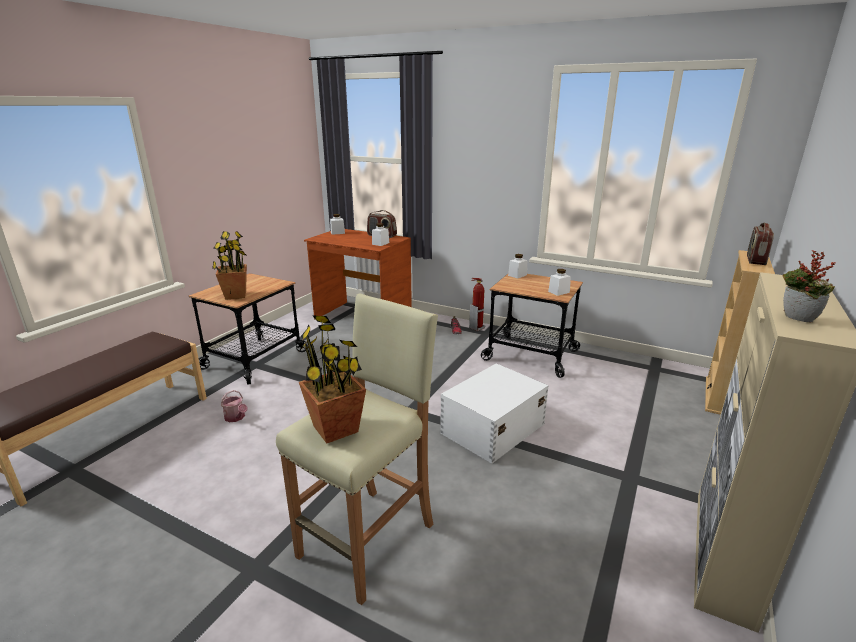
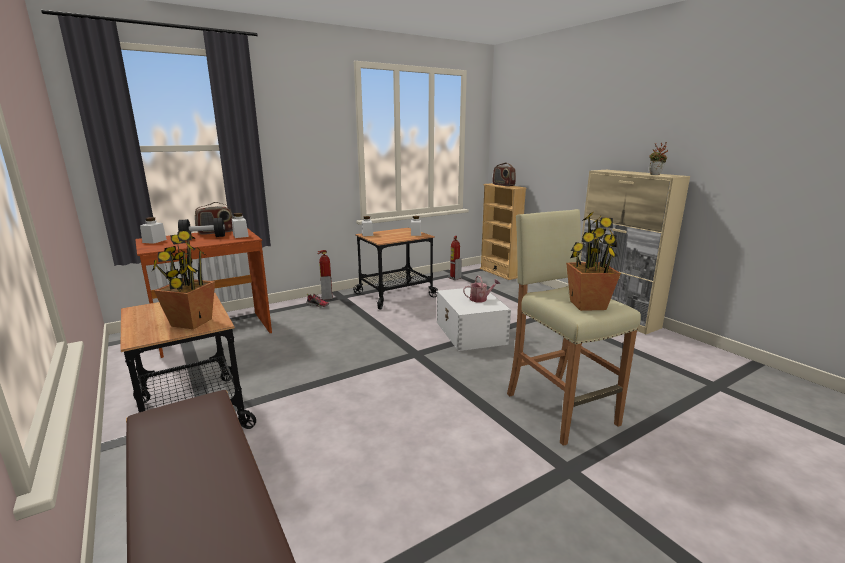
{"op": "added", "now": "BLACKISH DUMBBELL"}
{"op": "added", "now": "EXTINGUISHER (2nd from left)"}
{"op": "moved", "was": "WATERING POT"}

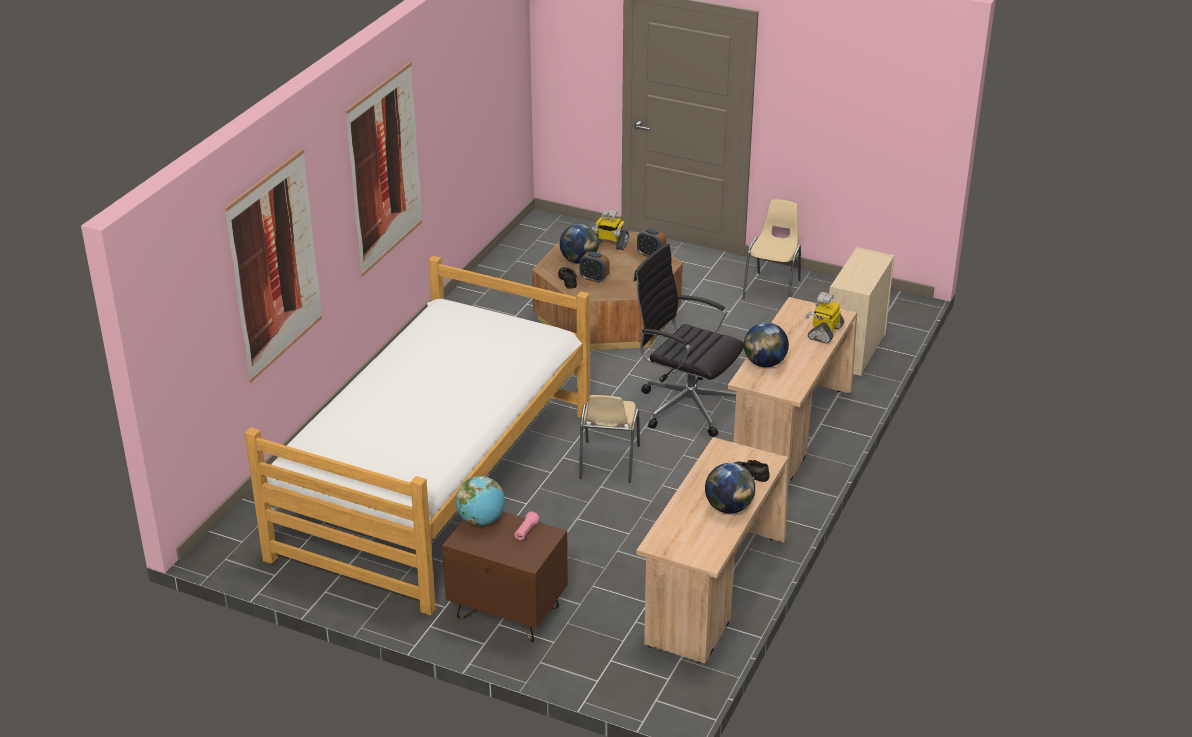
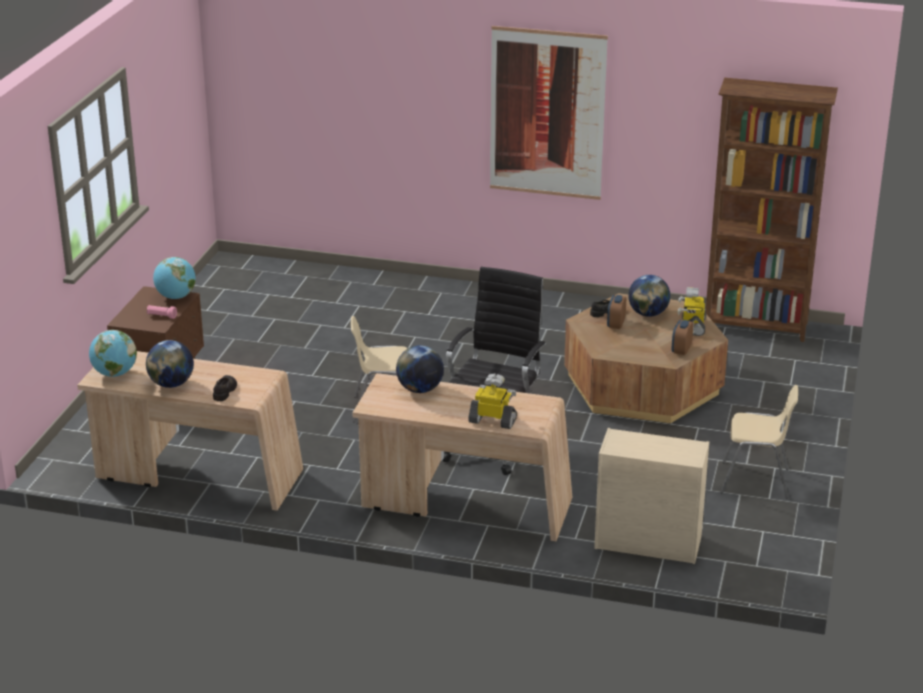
{"op": "removed", "was": "PICTURE (1st from left)"}
{"op": "removed", "was": "BED"}
{"op": "added", "now": "DESK GLOBE (1st from left)"}
{"op": "added", "now": "BROWNISH BOOKCASE"}

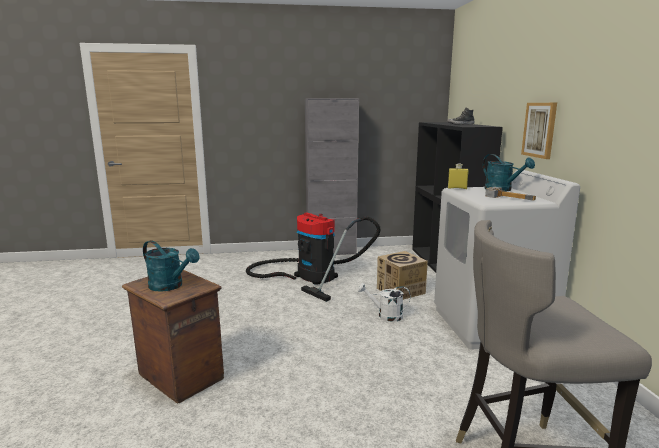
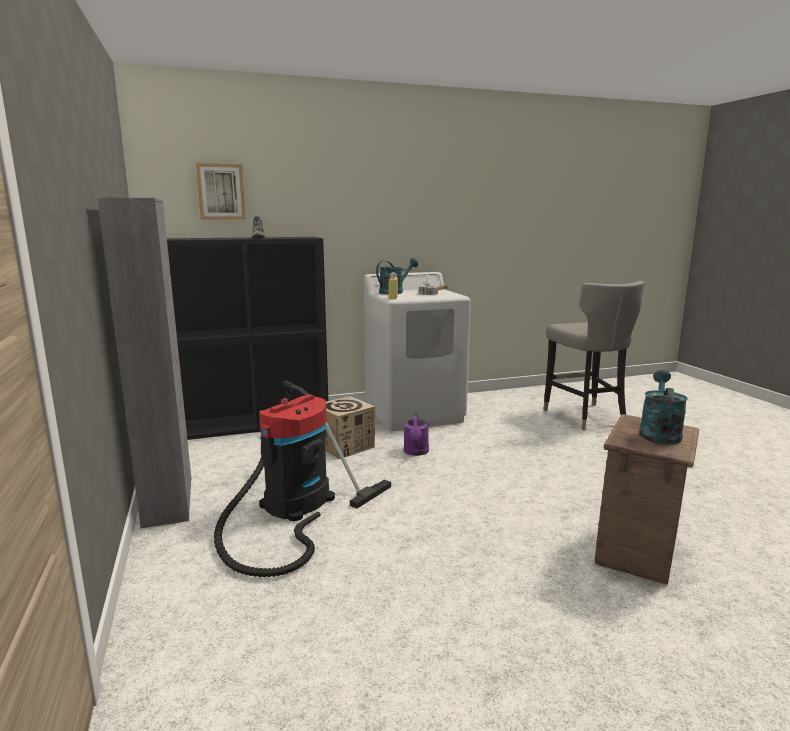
{"op": "moved", "was": "PICTURE"}
{"op": "recoloured", "was": "WHITE-COLOURED WATERING POT", "now": "PURPLE WATERING POT"}

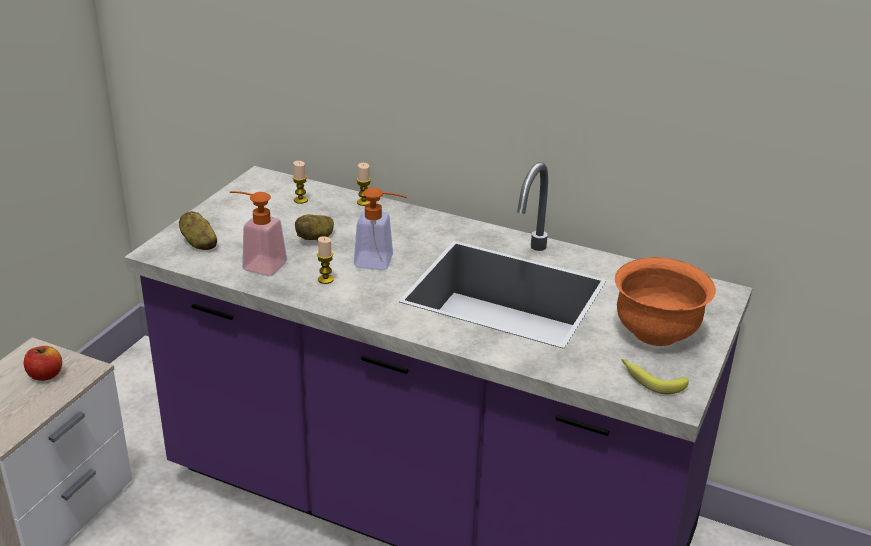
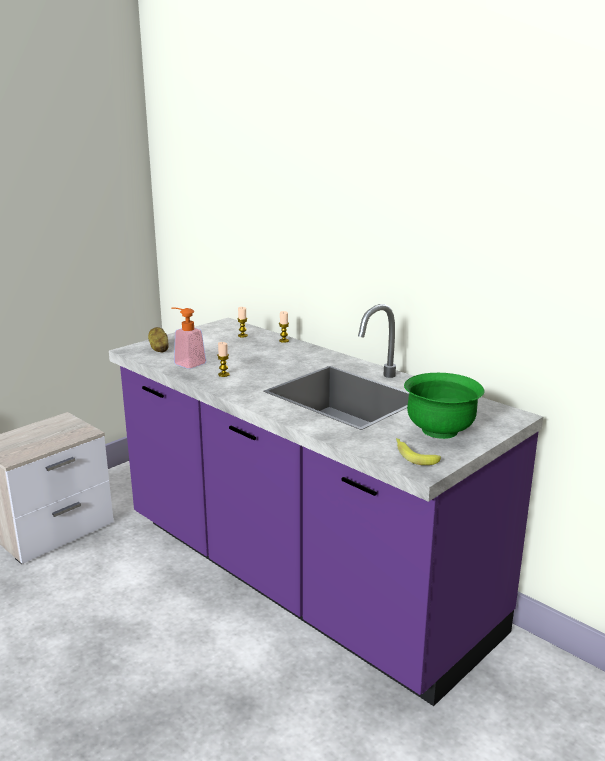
{"op": "removed", "was": "APPLE FRUIT"}
{"op": "removed", "was": "SPUD (2nd from left)"}
{"op": "removed", "was": "LIQUID SOAP BOTTLE (2nd from left)"}
{"op": "recoloured", "was": "ORANGE-COLOURED SERVING BOWL", "now": "GREENISH SERVING BOWL"}

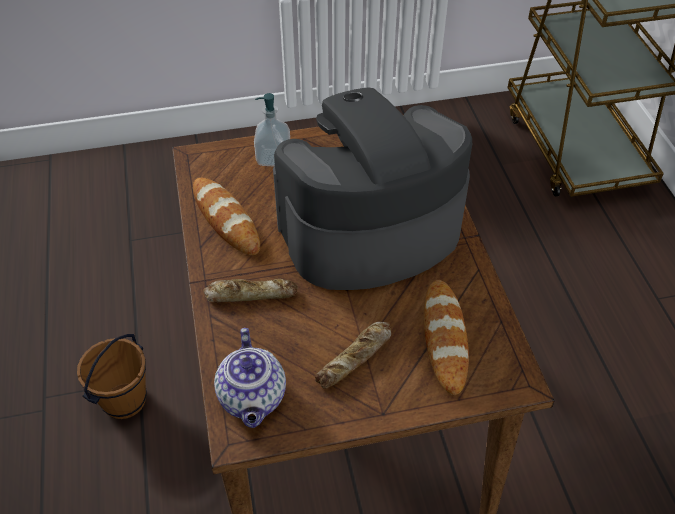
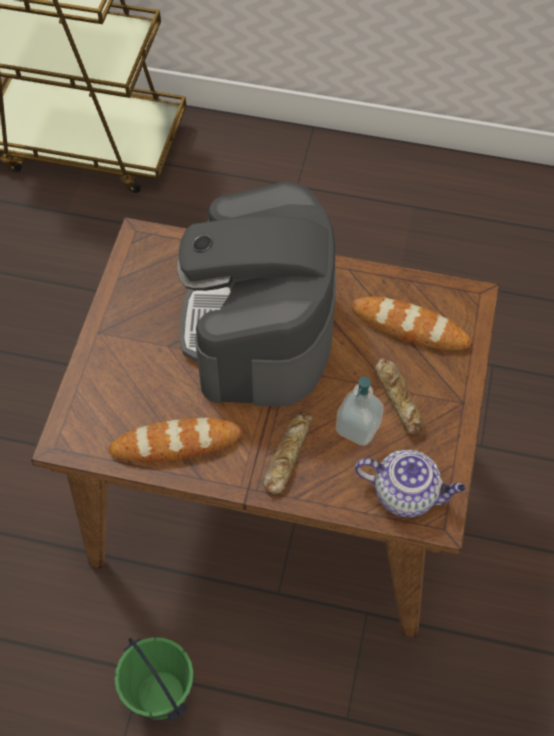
{"op": "moved", "was": "LIQUID SOAP BOTTLE"}
{"op": "recoloured", "was": "BROWNISH PAIL", "now": "GREENISH PAIL"}

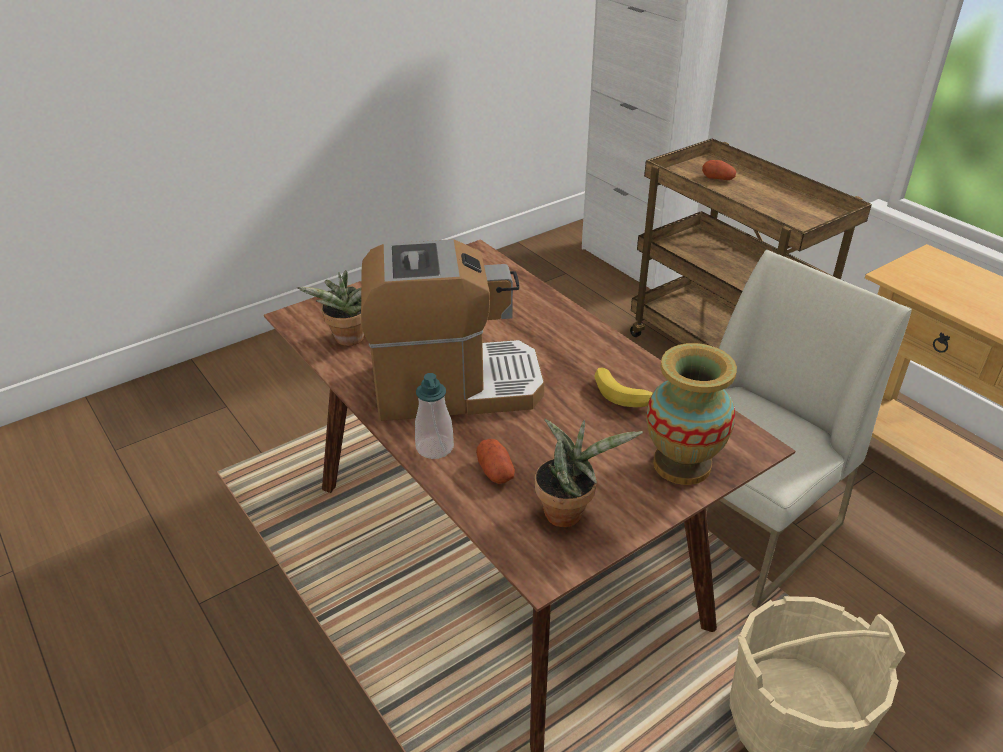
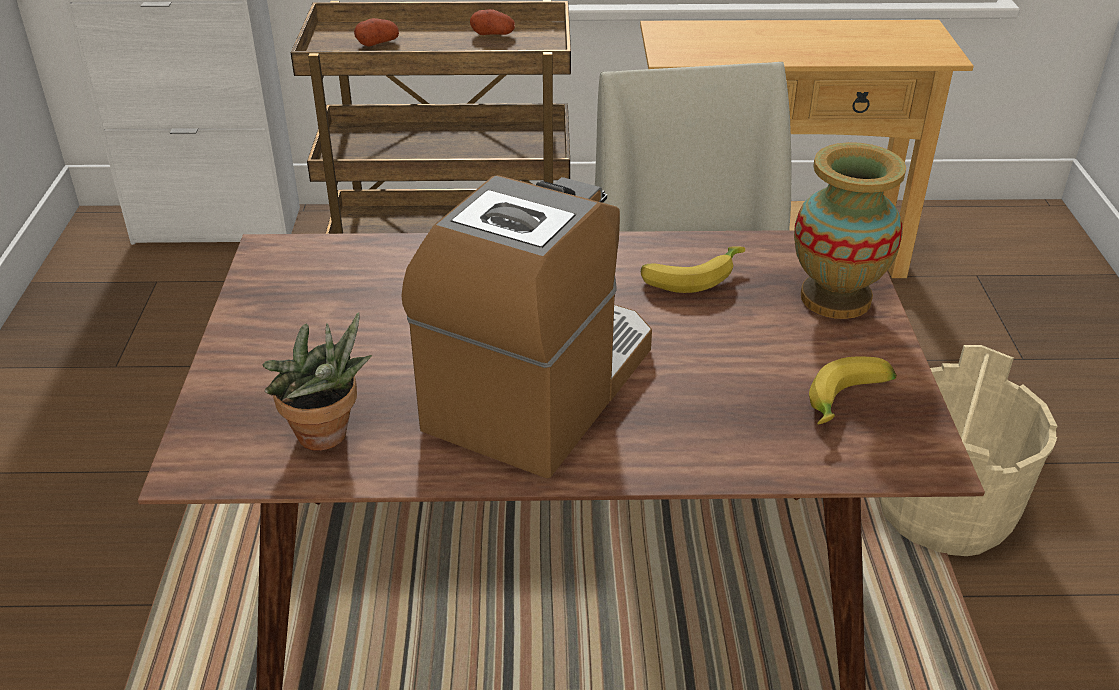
{"op": "removed", "was": "LIQUID SOAP BOTTLE"}
{"op": "moved", "was": "SPUD (1st from left in the first image)", "now": "SPUD (2nd from left)"}
{"op": "replaced", "was": "HOUSEPLANT (2nd from left)", "now": "BANANA FRUIT (2nd from left)"}

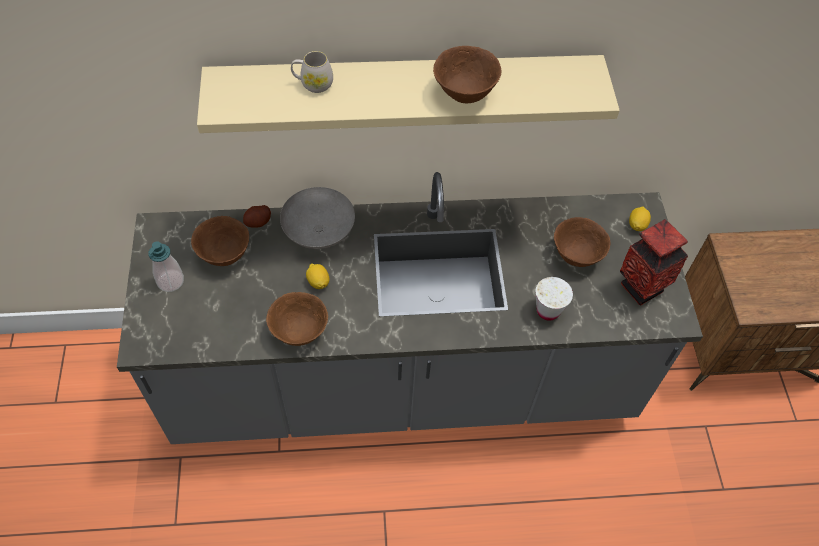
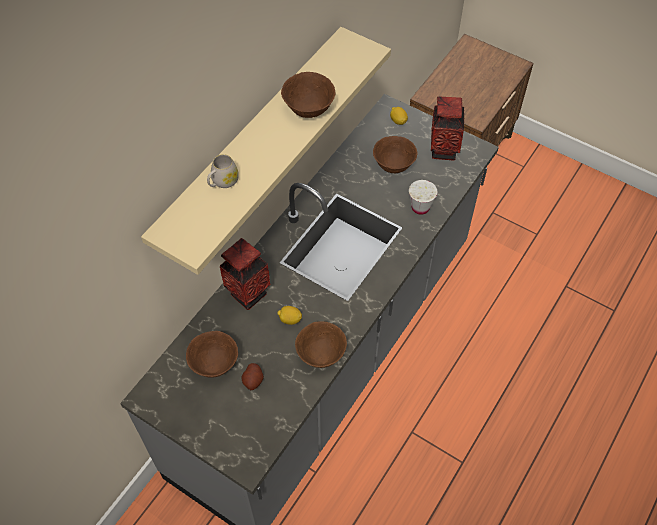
{"op": "removed", "was": "LIQUID SOAP BOTTLE"}
{"op": "moved", "was": "SPUD"}
{"op": "replaced", "was": "GREY SERVING BOWL", "now": "FLOWER VASE (1st from left)"}

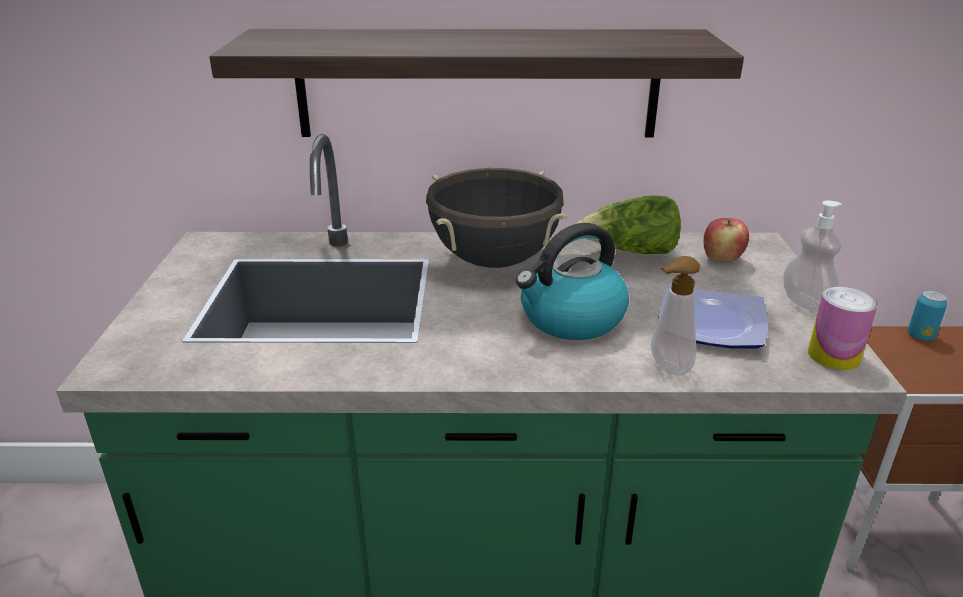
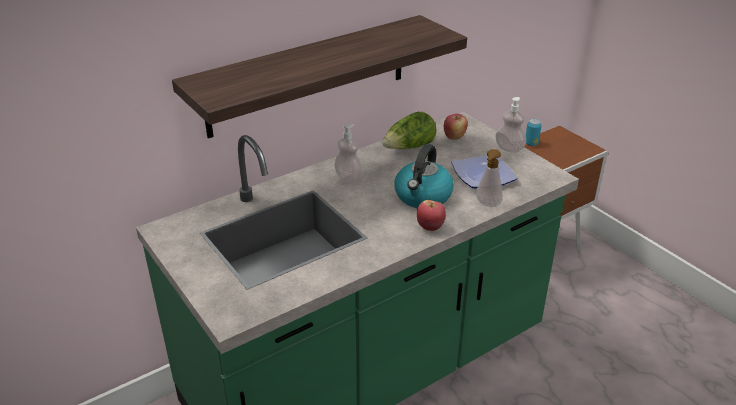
{"op": "removed", "was": "SEALED CAN (1st from left)"}
{"op": "added", "now": "APPLE FRUIT (1st from left)"}
{"op": "replaced", "was": "BLACKISH SAUCEPOT", "now": "LIQUID SOAP BOTTLE (1st from left)"}

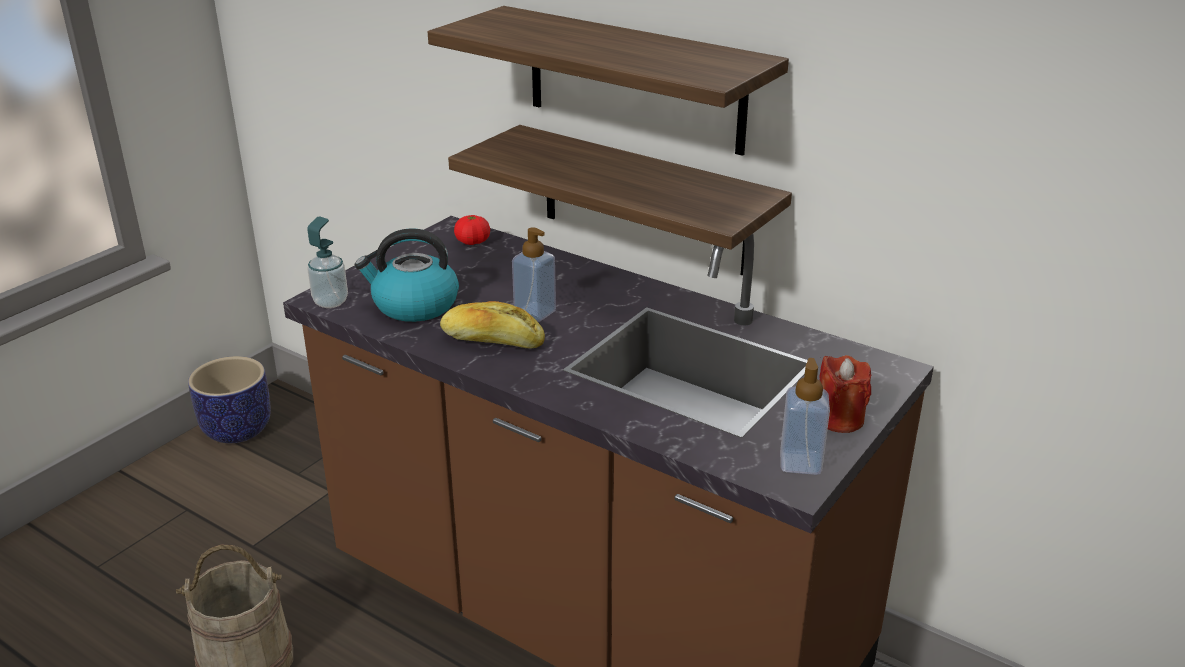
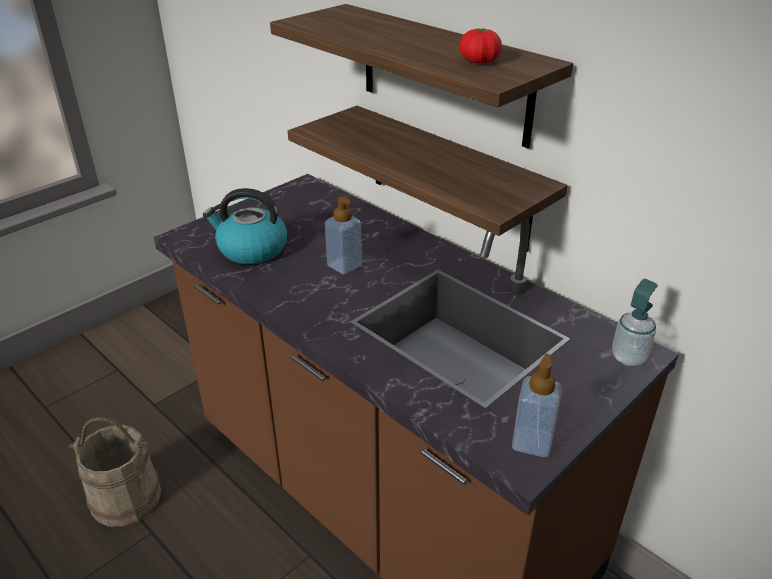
{"op": "removed", "was": "FLOWER POT"}
{"op": "removed", "was": "BAKED BREAD"}
{"op": "removed", "was": "RED CANDLE"}
{"op": "moved", "was": "LIQUID SOAP BOTTLE (1st from left in the first image)", "now": "LIQUID SOAP BOTTLE (3rd from left)"}
{"op": "moved", "was": "TOMATO"}

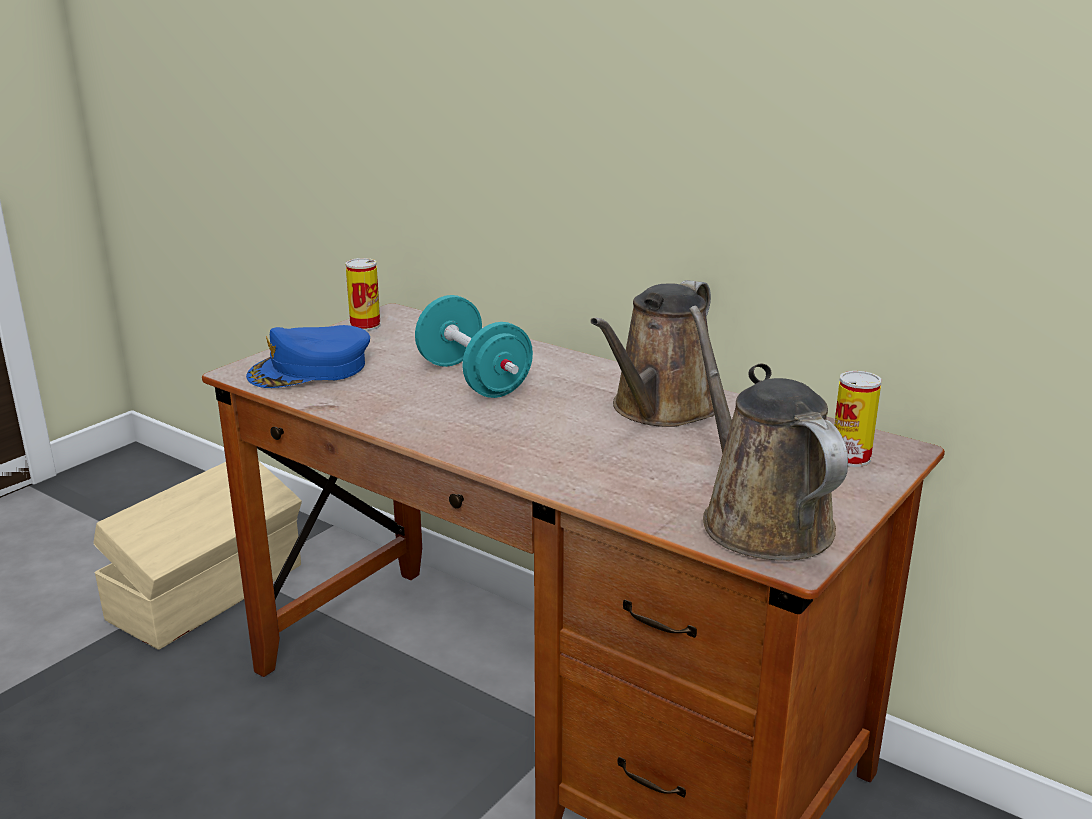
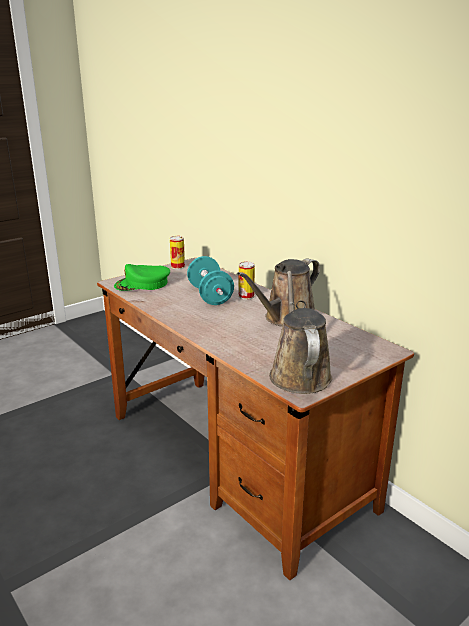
{"op": "removed", "was": "BEIGE-COLOURED STORAGE BIN"}
{"op": "moved", "was": "SEALED CAN (2nd from left)"}
{"op": "recoloured", "was": "BLUE-COLOURED PEAKED CAP", "now": "GREENISH PEAKED CAP"}

